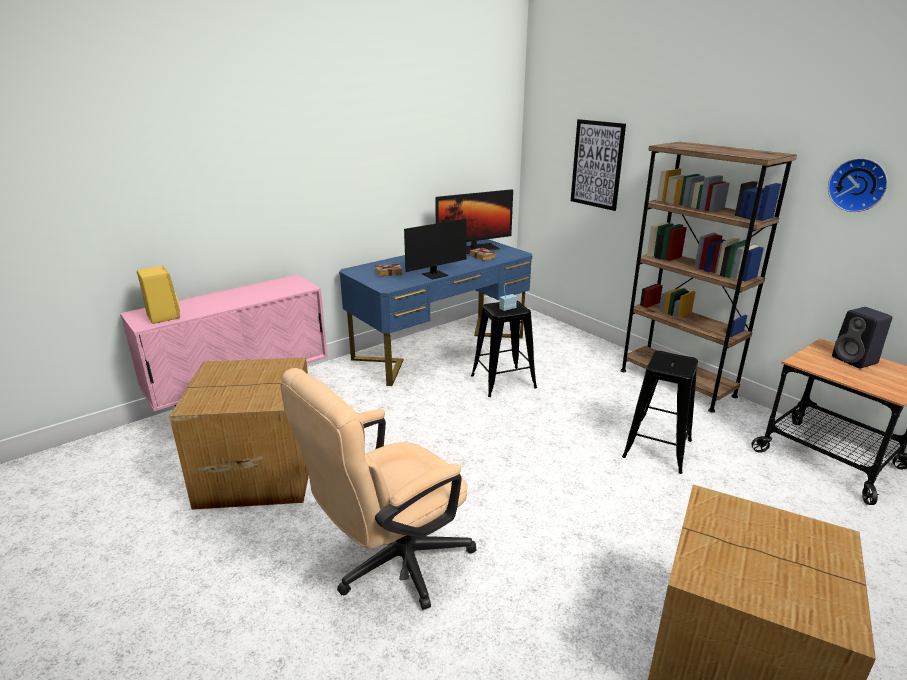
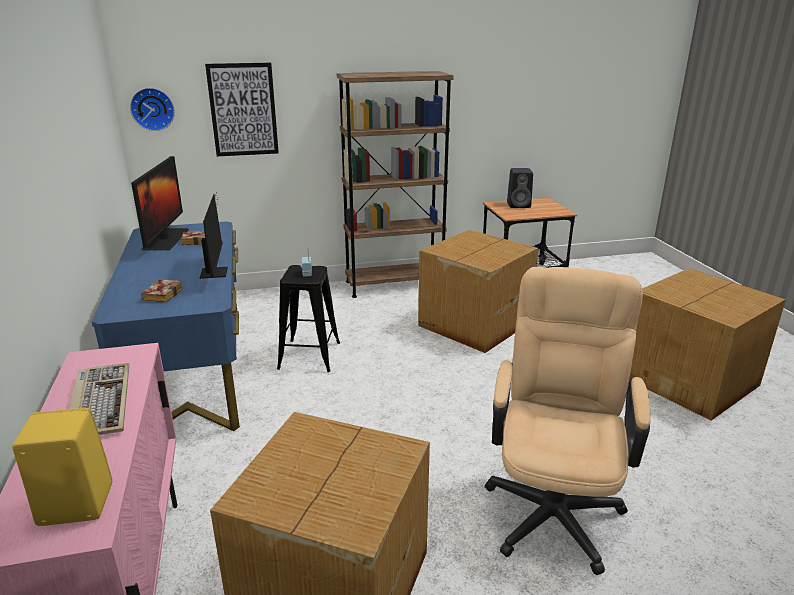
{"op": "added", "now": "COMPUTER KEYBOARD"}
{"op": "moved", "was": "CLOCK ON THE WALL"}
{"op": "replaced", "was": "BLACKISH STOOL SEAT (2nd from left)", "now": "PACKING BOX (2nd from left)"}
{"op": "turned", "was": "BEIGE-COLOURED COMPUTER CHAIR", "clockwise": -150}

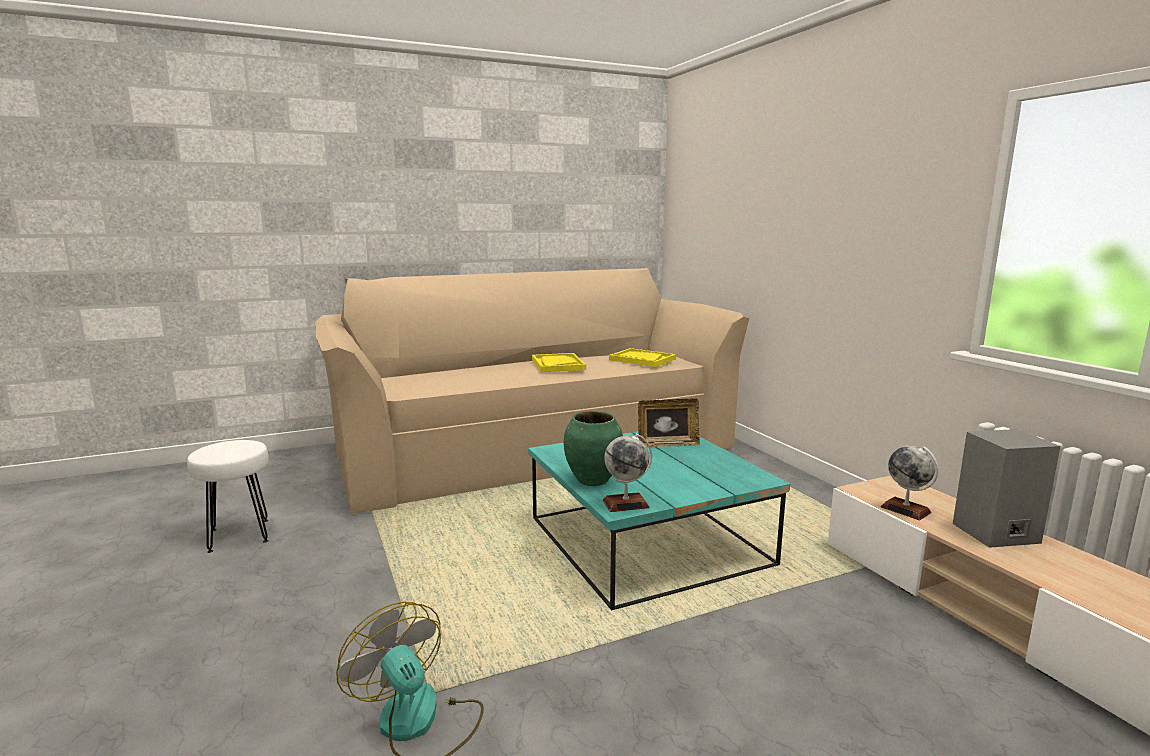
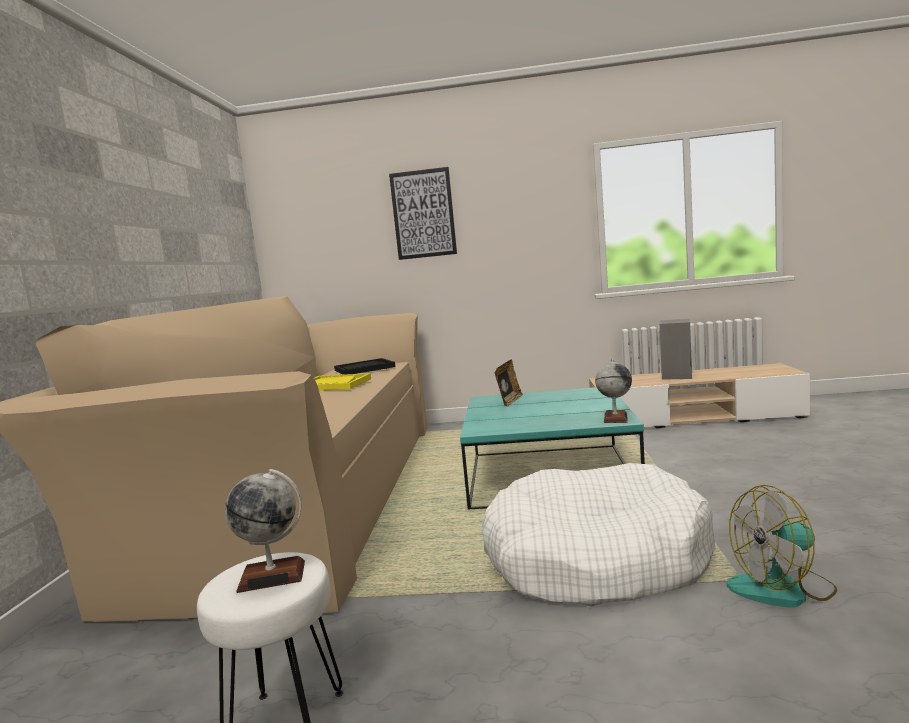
{"op": "removed", "was": "GREENISH FLOWER VASE"}
{"op": "added", "now": "PICTURE"}
{"op": "added", "now": "WHITE-COLOURED PET BED"}
{"op": "moved", "was": "DESK GLOBE (2nd from left in the first image)", "now": "DESK GLOBE (1st from left)"}
{"op": "recoloured", "was": "YELLOW-COLOURED SERVING TRAY (2nd from left)", "now": "BLACKISH SERVING TRAY"}

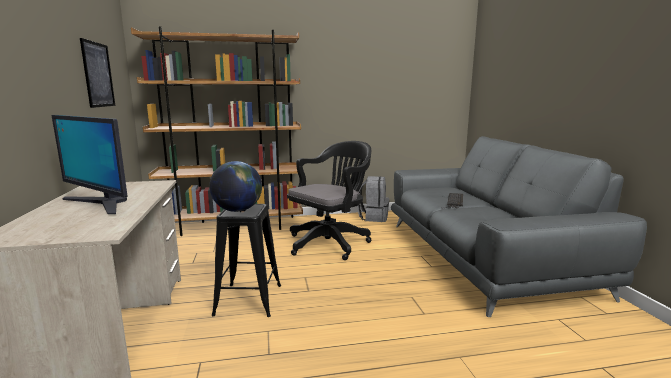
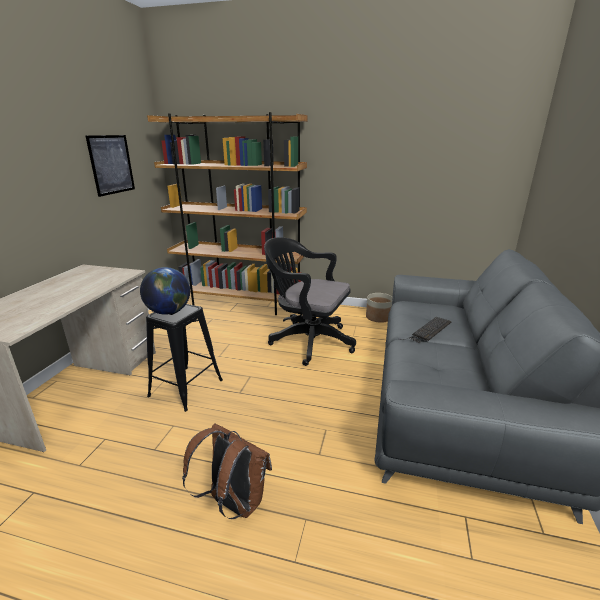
{"op": "removed", "was": "MONITOR"}
{"op": "added", "now": "BROWNISH RUCKSACK"}
{"op": "replaced", "was": "GREY RUCKSACK", "now": "FLOWER POT"}
{"op": "turned", "was": "BLACKISH COMPUTER CHAIR", "clockwise": -135}

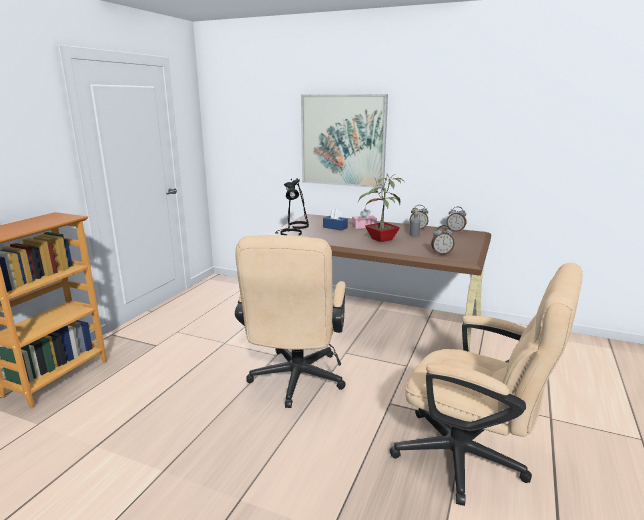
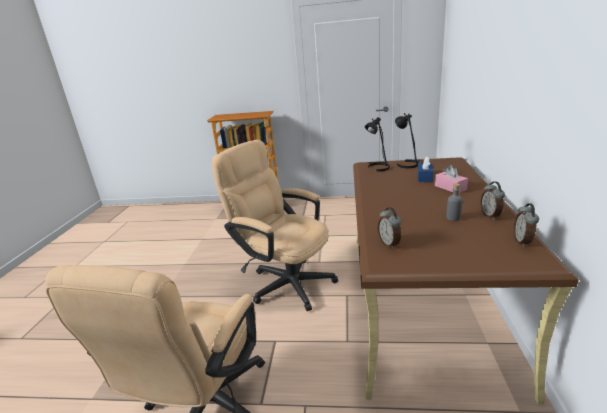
{"op": "removed", "was": "PICTURE"}
{"op": "removed", "was": "HOUSEPLANT"}
{"op": "turned", "was": "BEIGE-COLOURED COMPUTER CHAIR (1st from left in the first image)", "clockwise": 45}

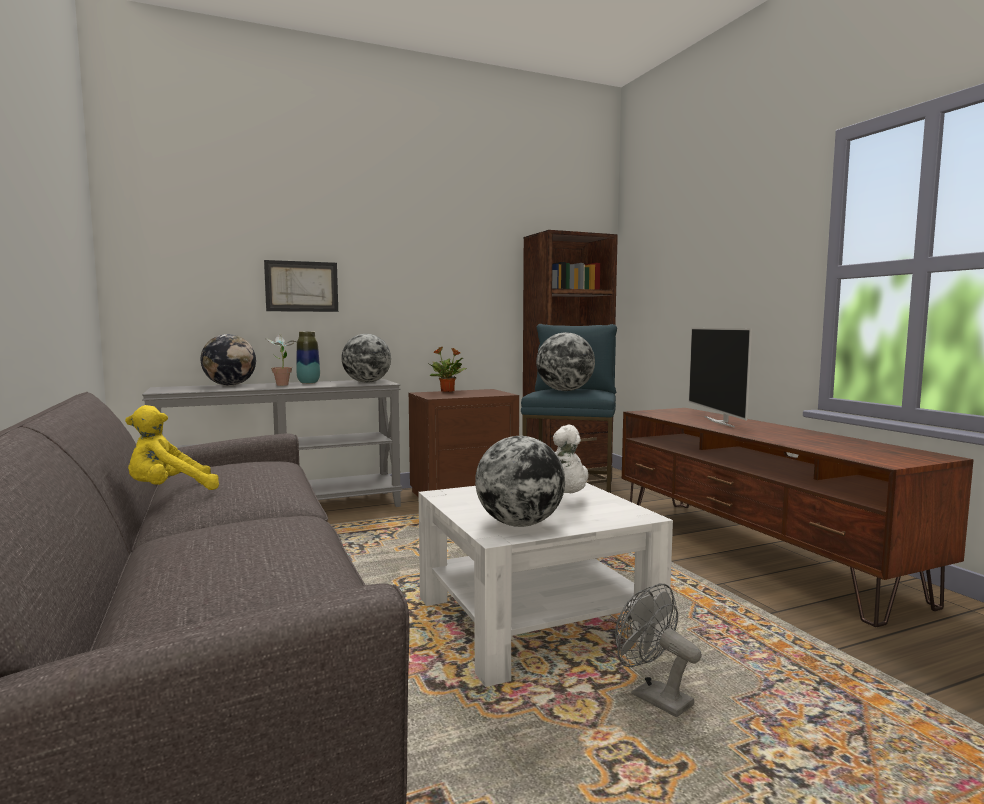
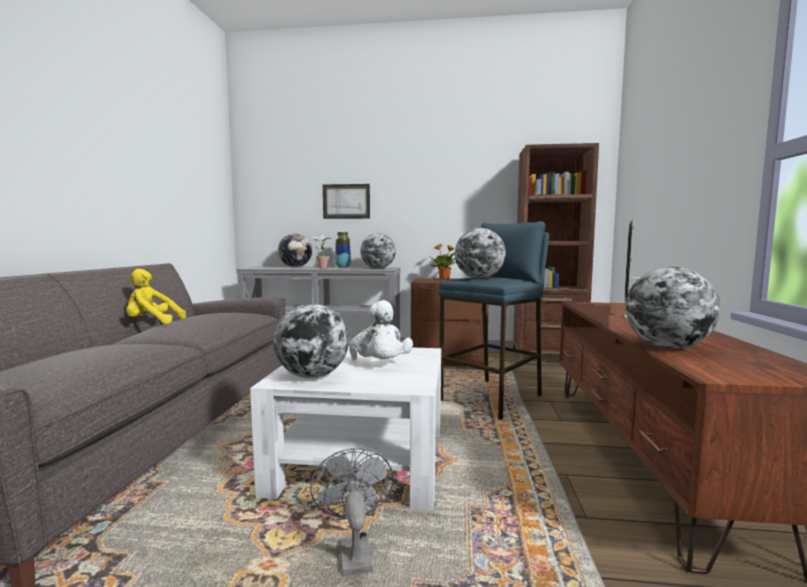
{"op": "added", "now": "DESK GLOBE (5th from left)"}

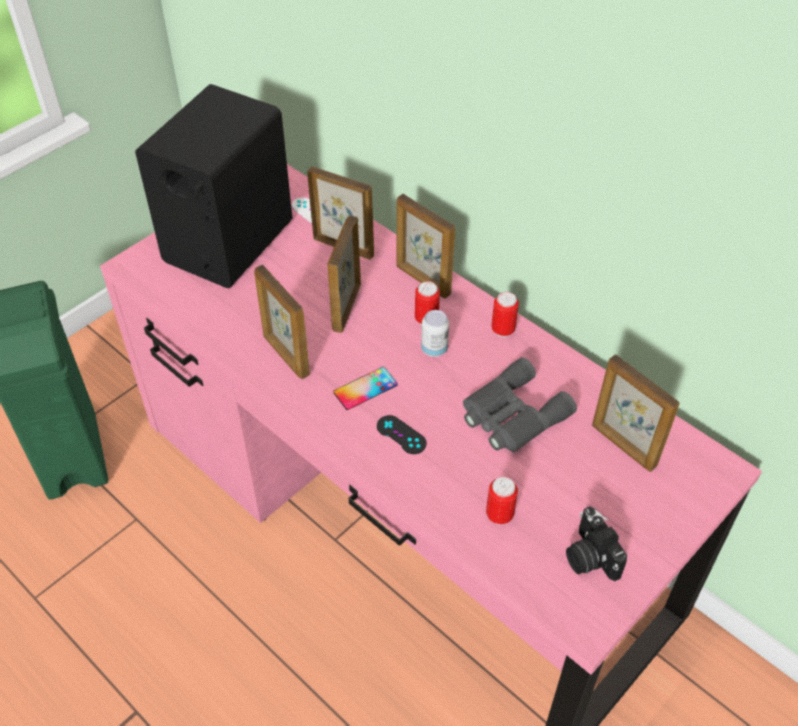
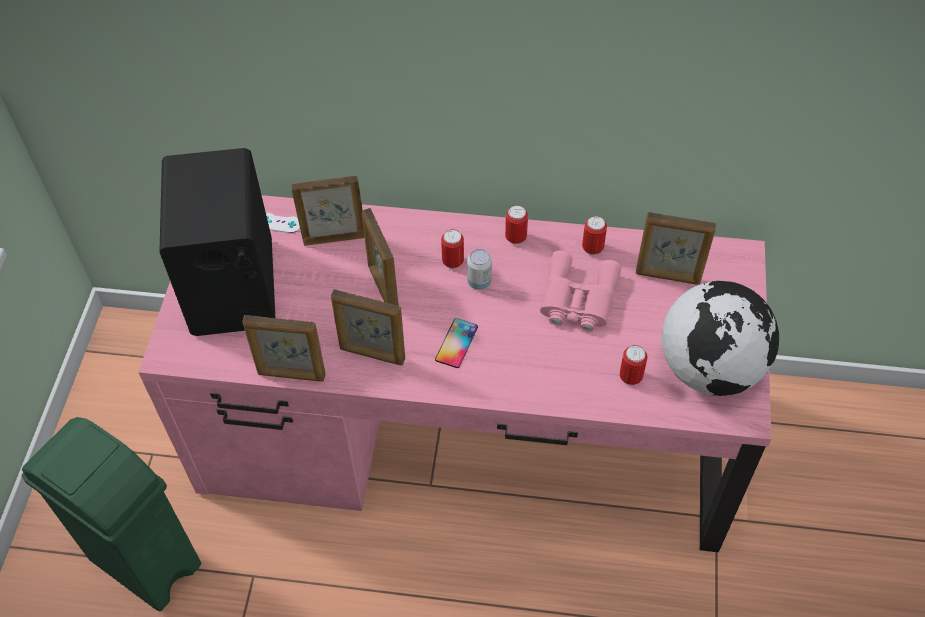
{"op": "removed", "was": "BLACKISH JOYPAD"}
{"op": "added", "now": "SEALED CAN (4th from left)"}
{"op": "moved", "was": "PHOTO FRAME (4th from left in the first image)", "now": "PHOTO FRAME (1st from left)"}
{"op": "replaced", "was": "PHOTO CAMERA", "now": "DESK GLOBE"}
{"op": "recoloured", "was": "GREY FIELD GLASSES", "now": "PINKISH FIELD GLASSES"}

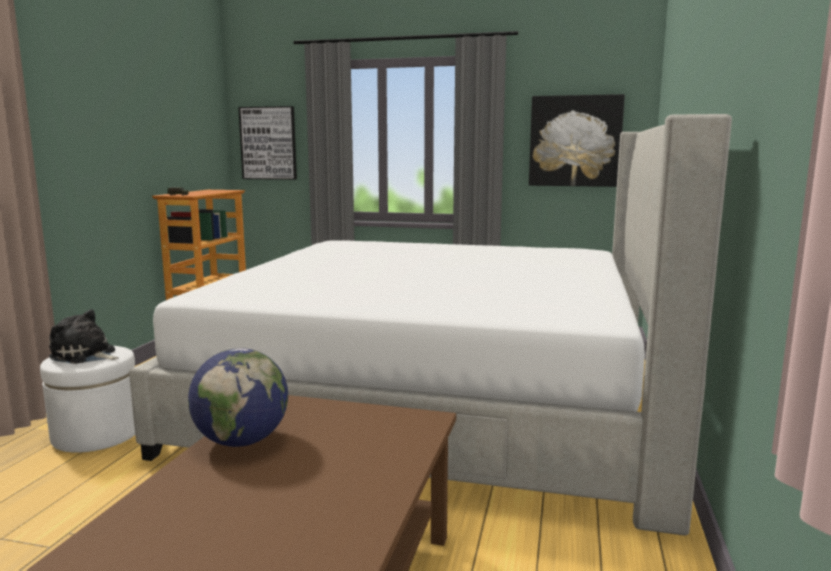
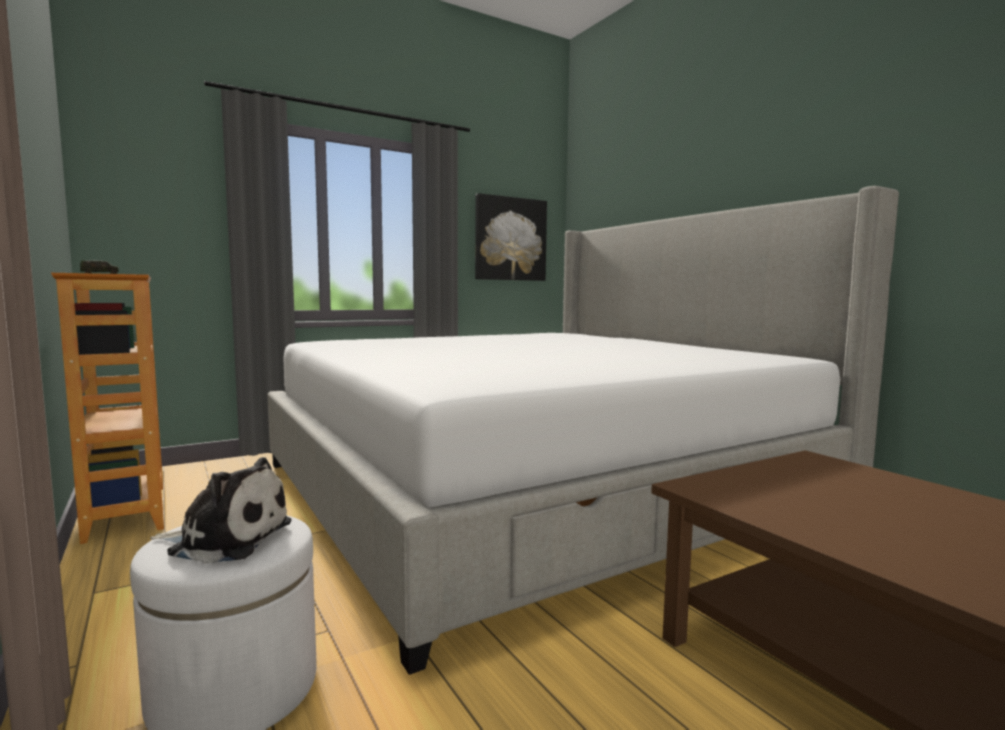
{"op": "removed", "was": "DESK GLOBE"}
{"op": "removed", "was": "PICTURE (1st from left)"}
{"op": "turned", "was": "CUDDLY TOY", "clockwise": -150}

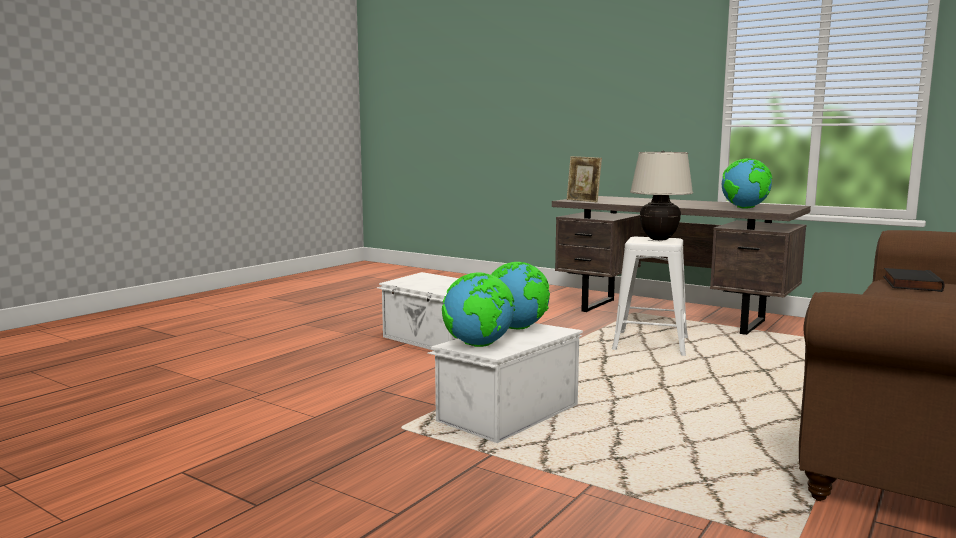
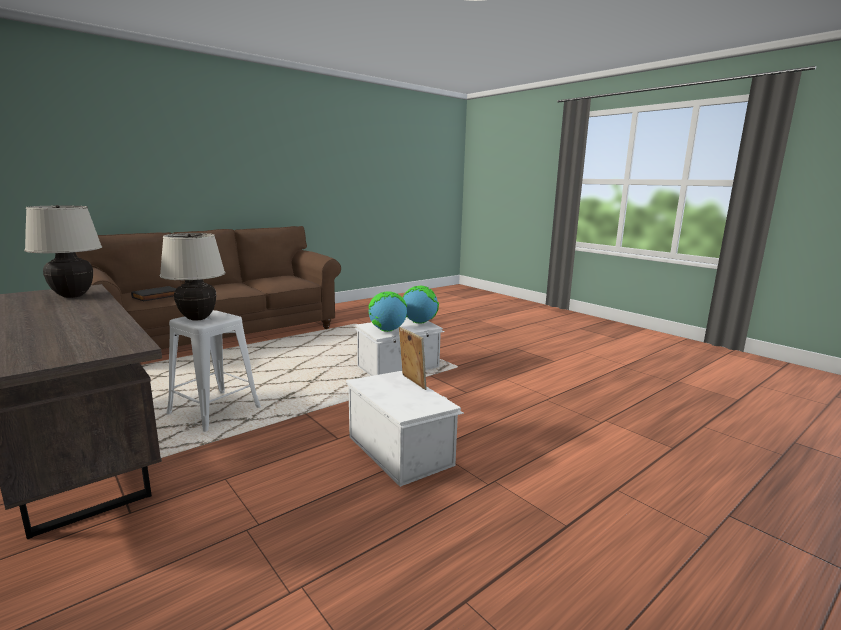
{"op": "moved", "was": "PHOTO FRAME"}
{"op": "replaced", "was": "DESK GLOBE (3rd from left)", "now": "BEIGE-COLOURED TABLE LAMP (1st from left)"}

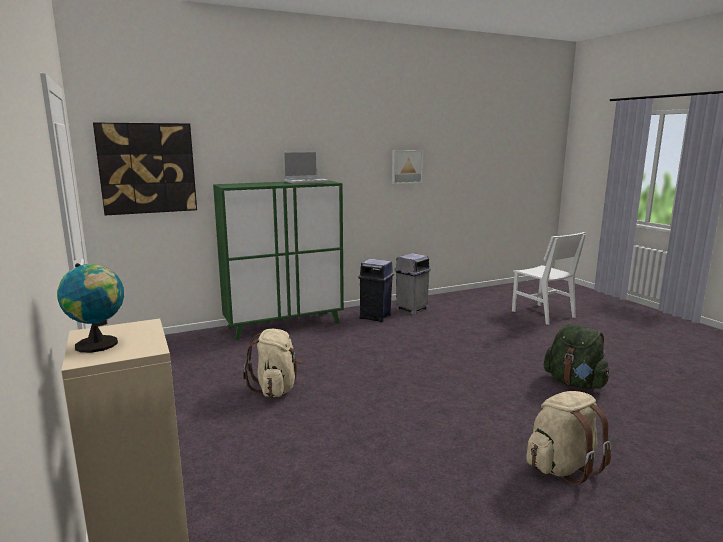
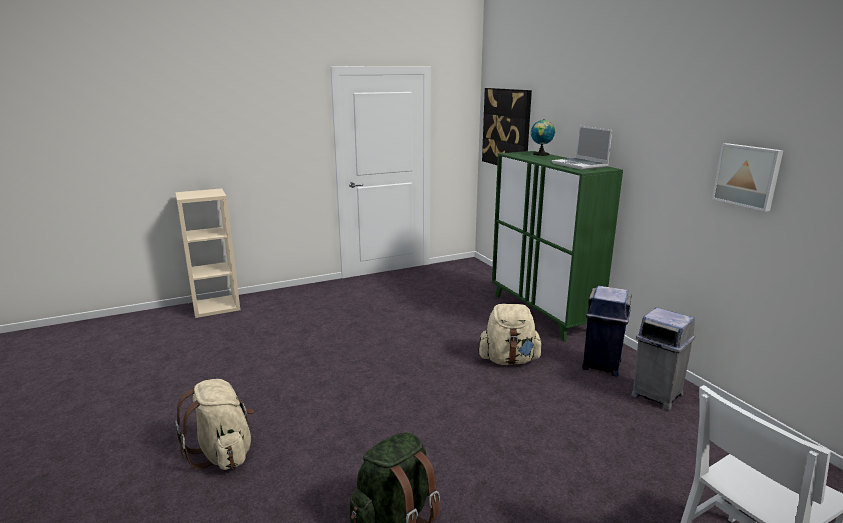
{"op": "moved", "was": "DESK GLOBE"}
{"op": "moved", "was": "BEIGE-COLOURED RUCKSACK (1st from left in the first image)", "now": "BEIGE-COLOURED RUCKSACK (2nd from left)"}

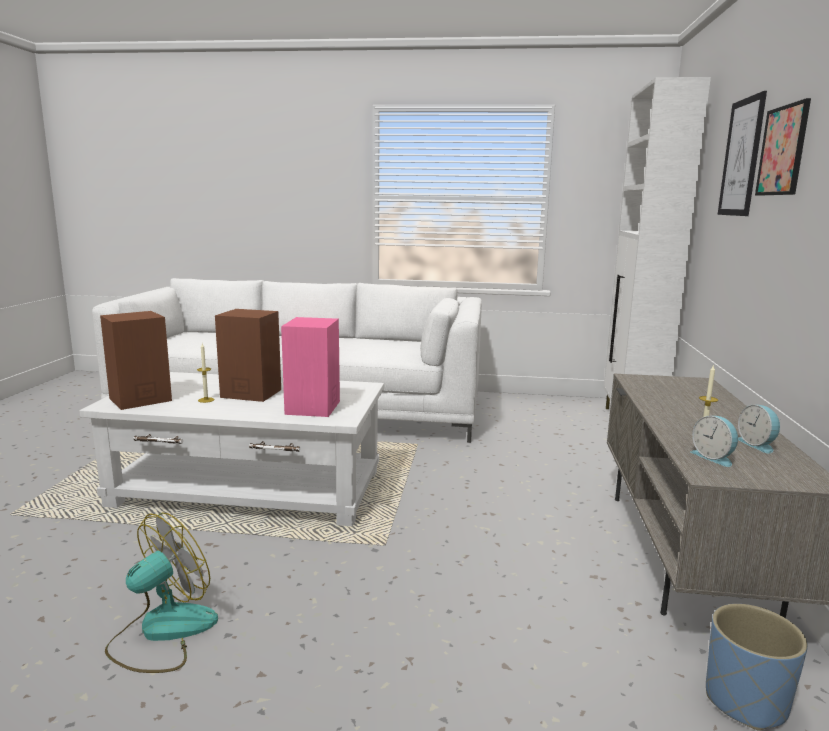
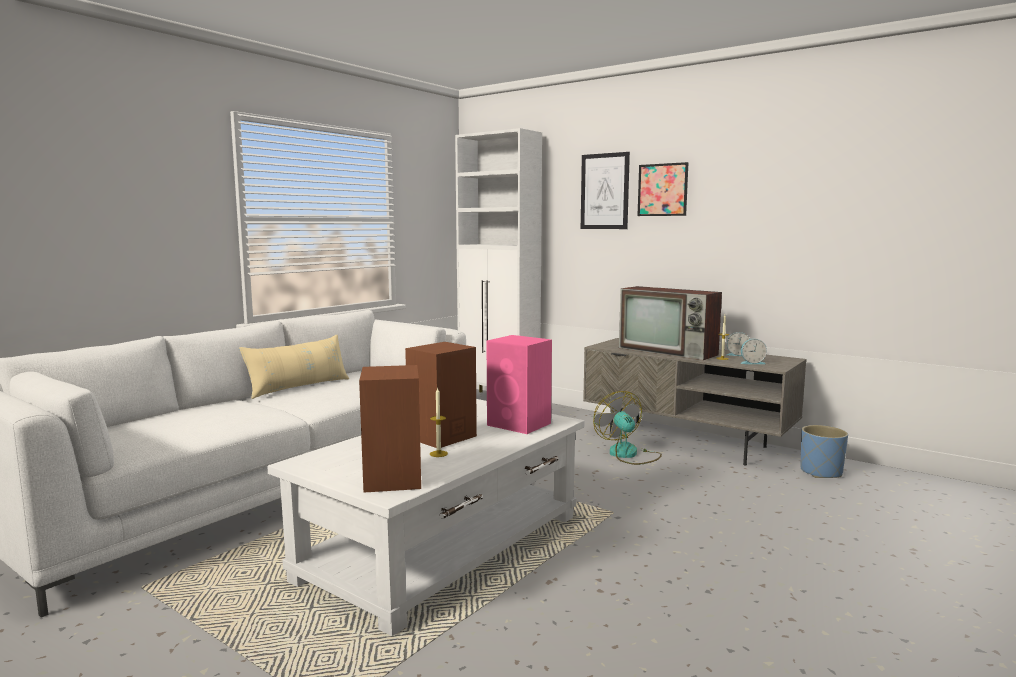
{"op": "added", "now": "BEIGE-COLOURED THROW PILLOW"}
{"op": "added", "now": "TV SET"}
{"op": "moved", "was": "FAN"}

